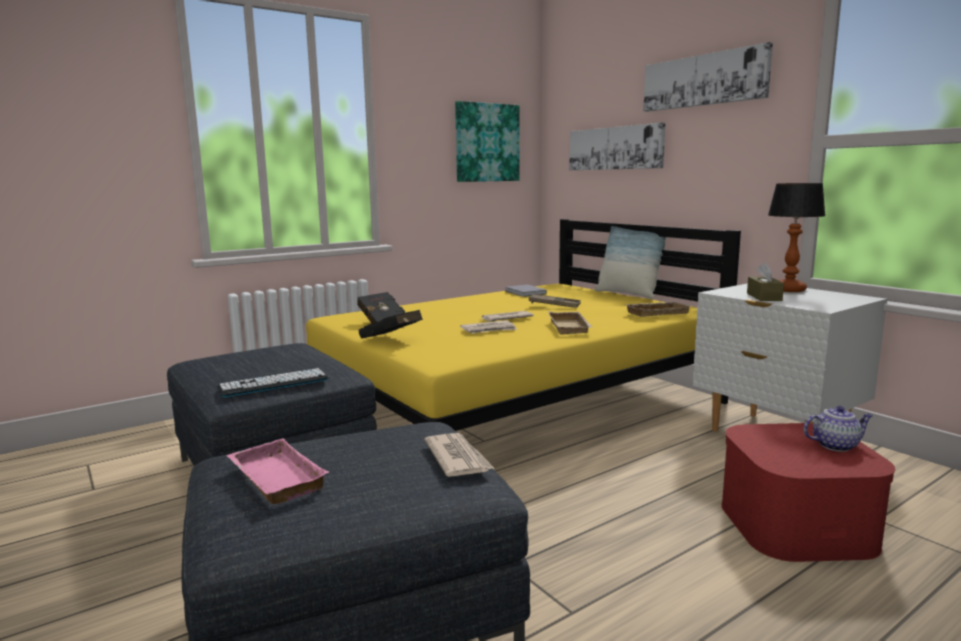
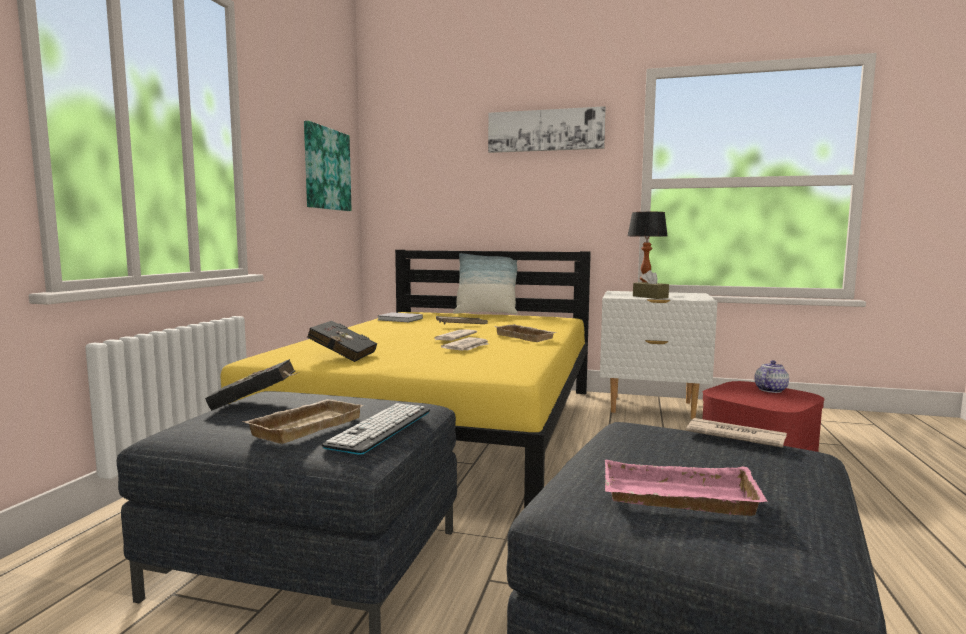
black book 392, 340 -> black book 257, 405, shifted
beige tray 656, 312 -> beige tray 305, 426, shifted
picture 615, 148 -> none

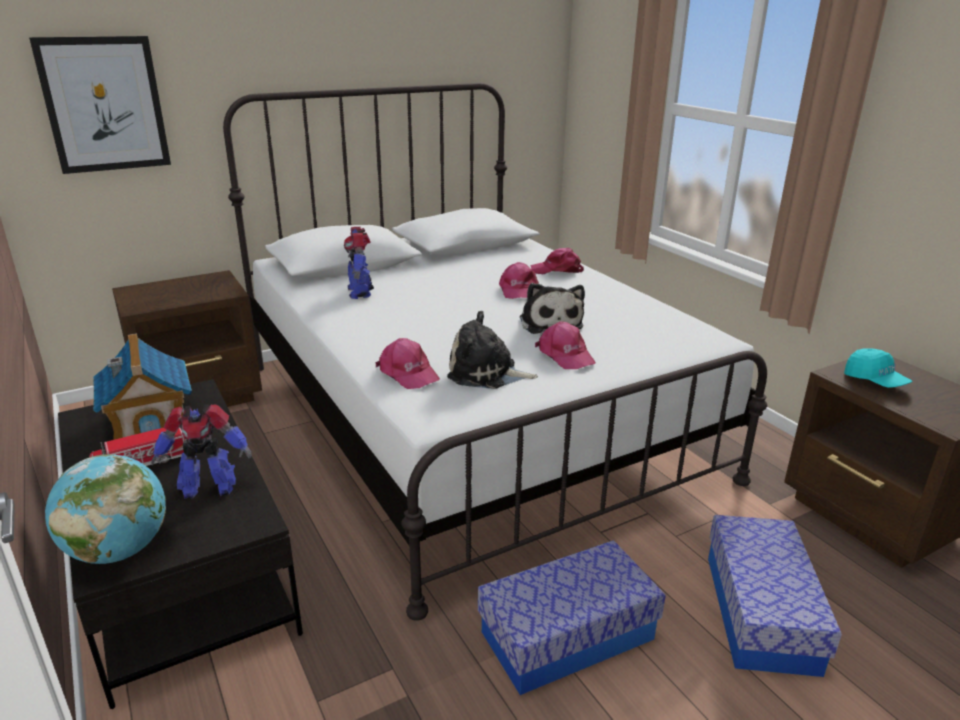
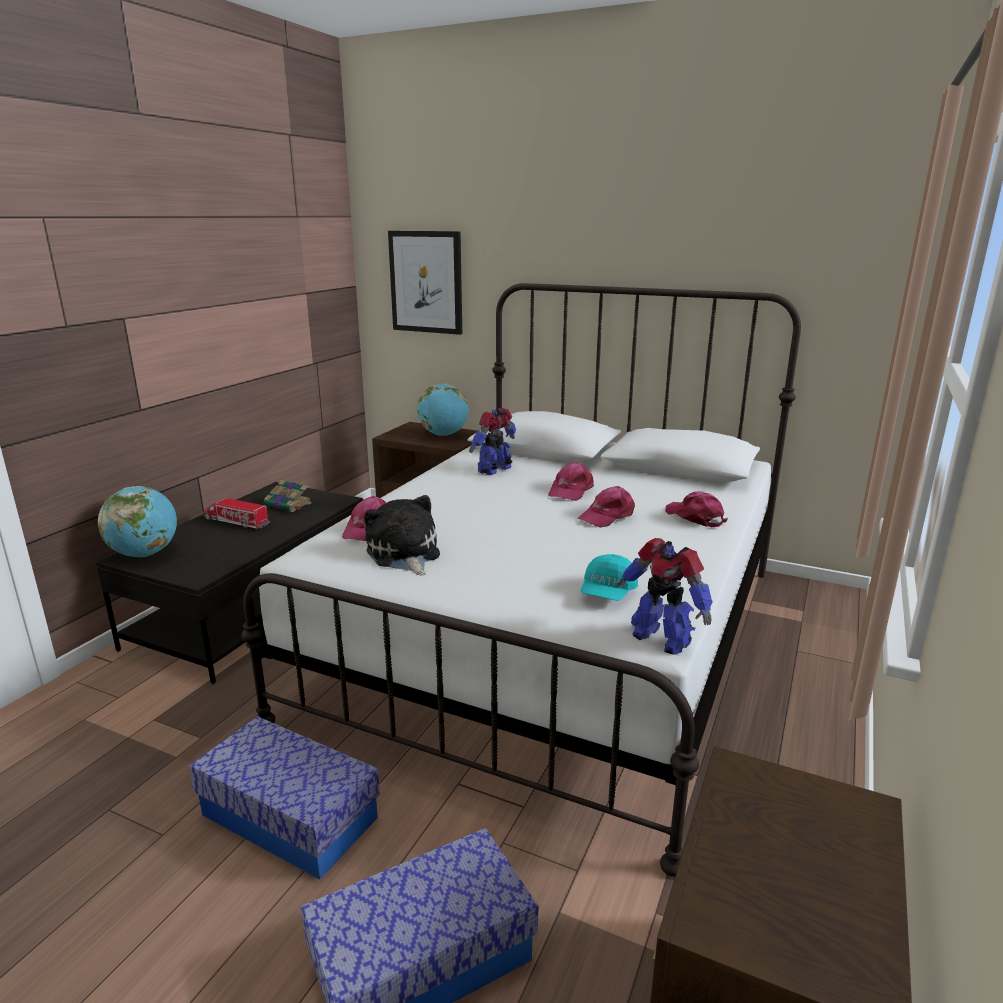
toy house 150, 421 -> book 289, 505
none -> globe 443, 435
pink cap 565, 355 -> pink cap 570, 490, shifted
turquoise cap 874, 381 -> turquoise cap 607, 593, shifted
toy robot 208, 487 -> toy robot 661, 638, shifted
plush toy 549, 322 -> none

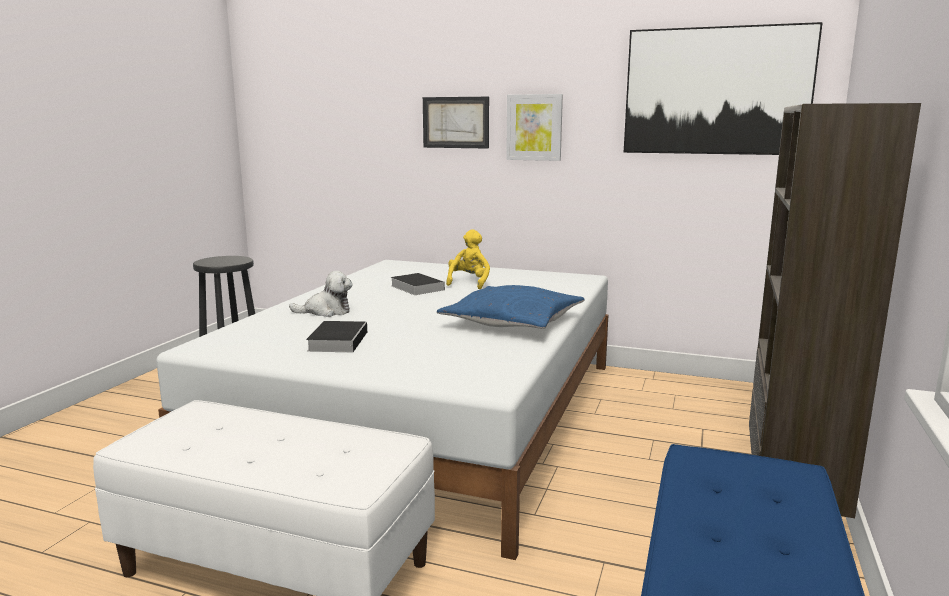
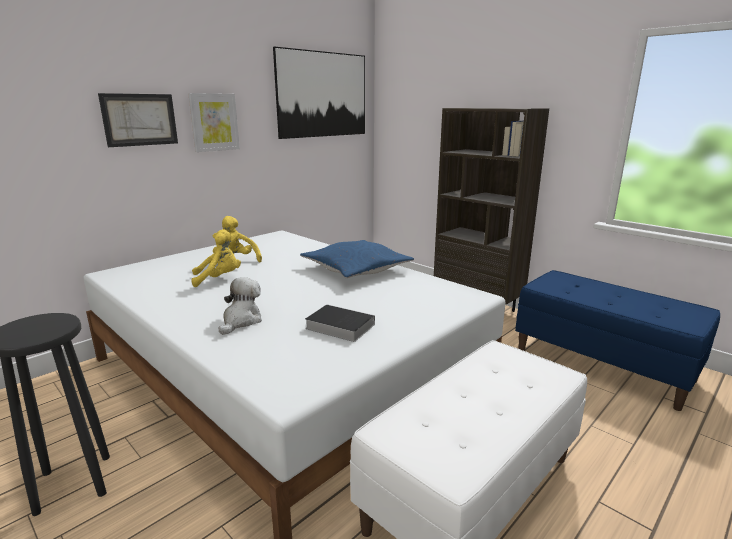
book 415, 287 -> yellow plush toy 218, 279

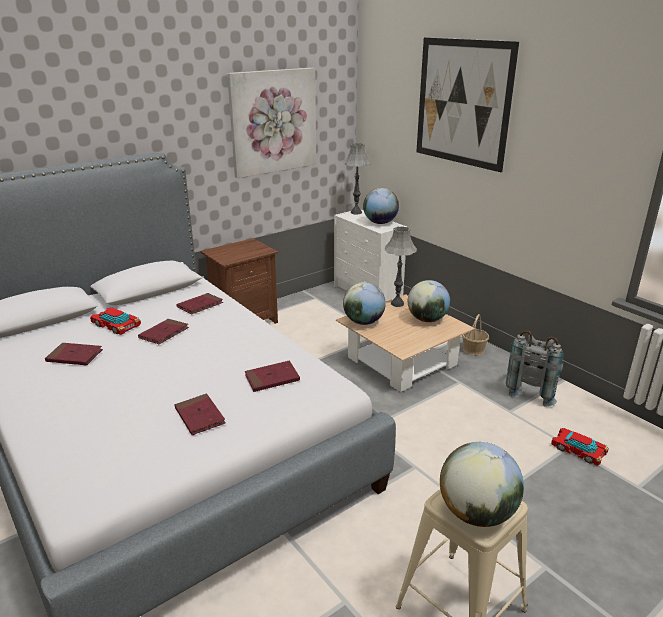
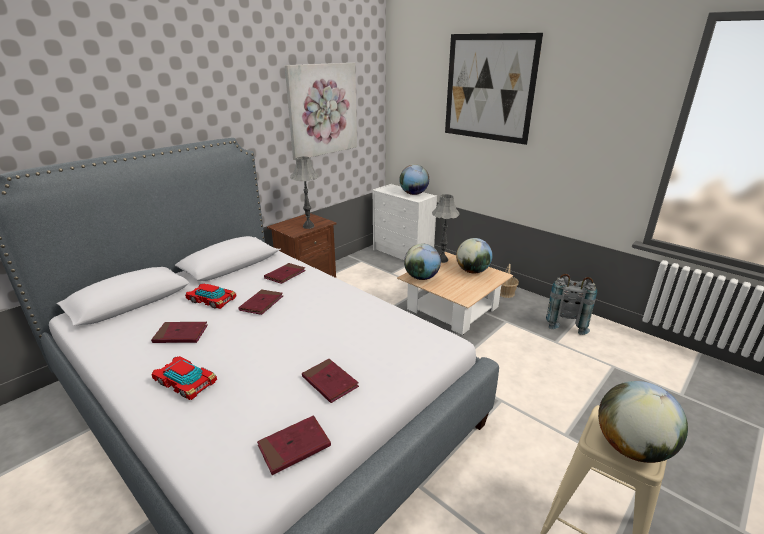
toy car 578, 450 -> toy car 185, 381, shifted
red book 272, 378 -> red book 294, 446, shifted
grey table lamp 356, 212 -> grey table lamp 308, 226, shifted

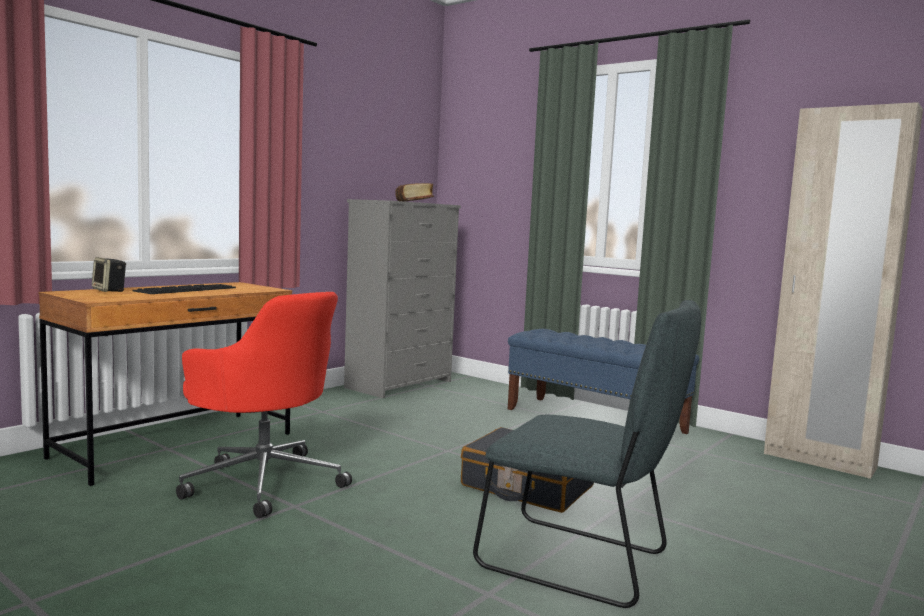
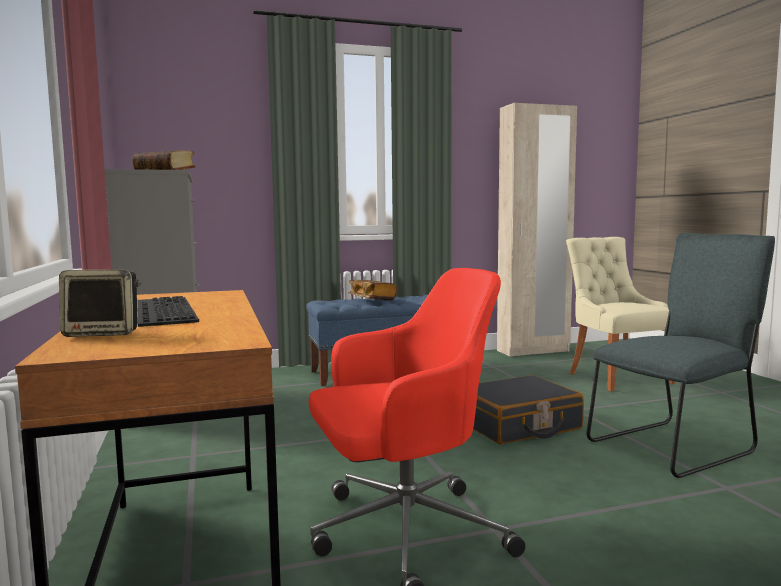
none -> book 372, 300
none -> beige chair 616, 377

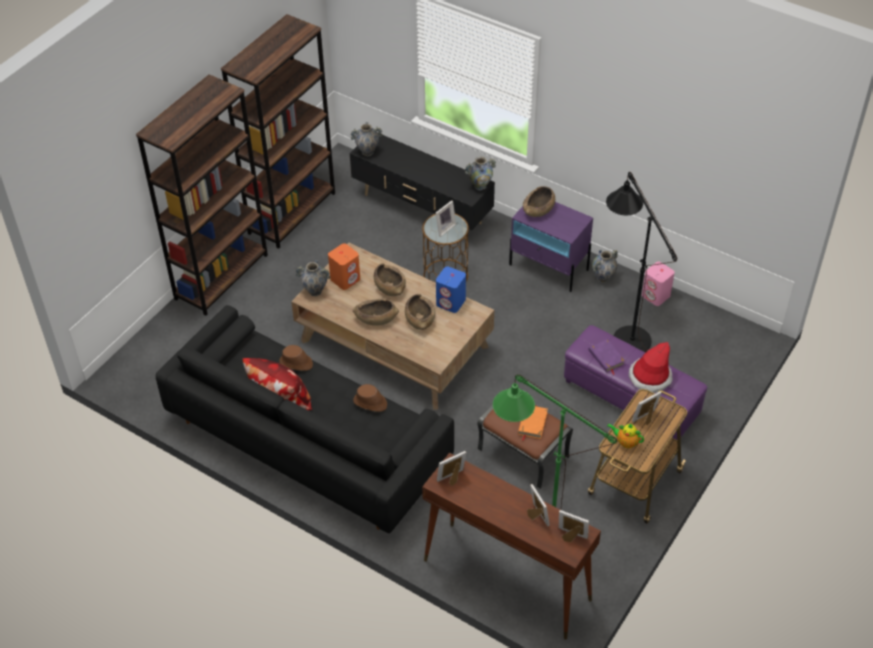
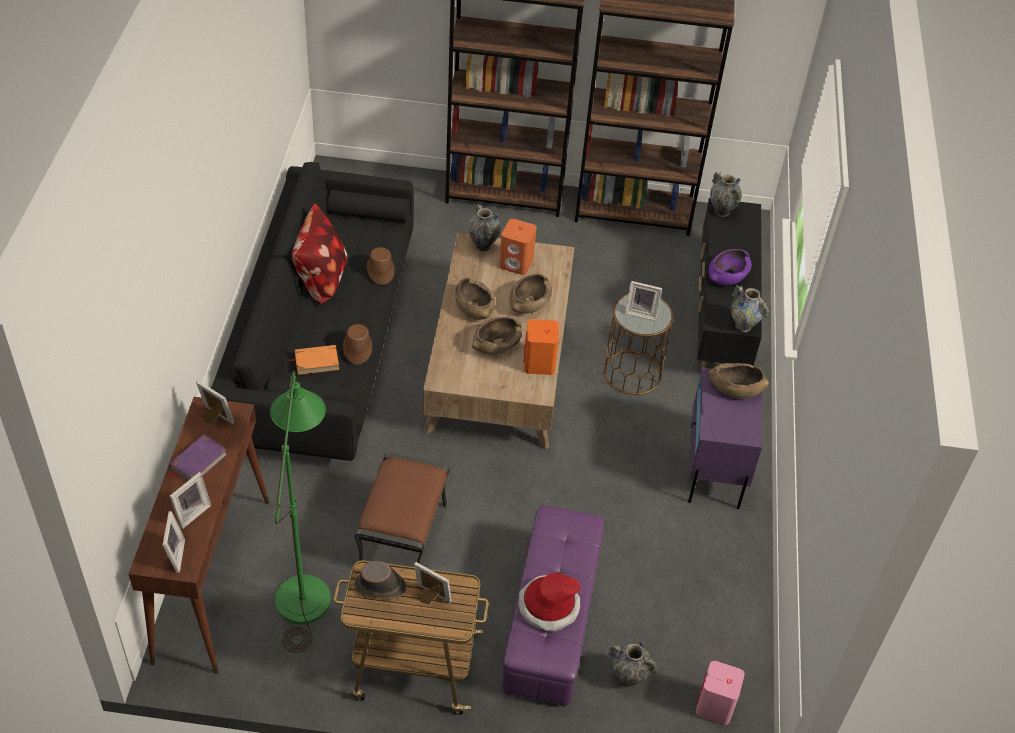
purple book 606, 358 -> purple book 198, 461, shifted
orange book 532, 423 -> orange book 316, 361, shifted
teapot 625, 442 -> brown hat 380, 587
blue speaker 451, 302 -> orange speaker 539, 363
vase 603, 278 -> vase 628, 678, shifted
pink speaker 656, 296 -> pink speaker 715, 706, shifted
none -> purple bowl 727, 276
black floor lamp 626, 334 -> none

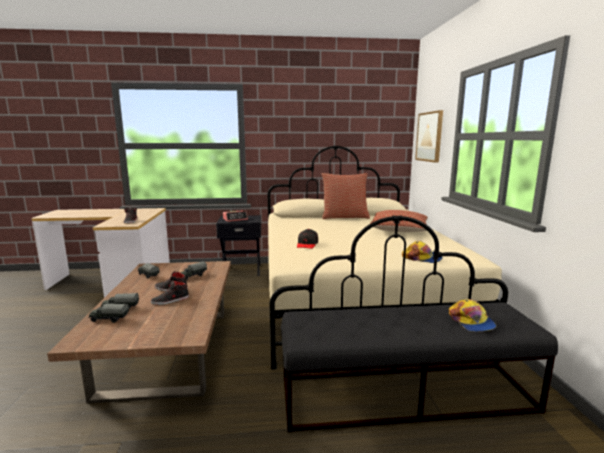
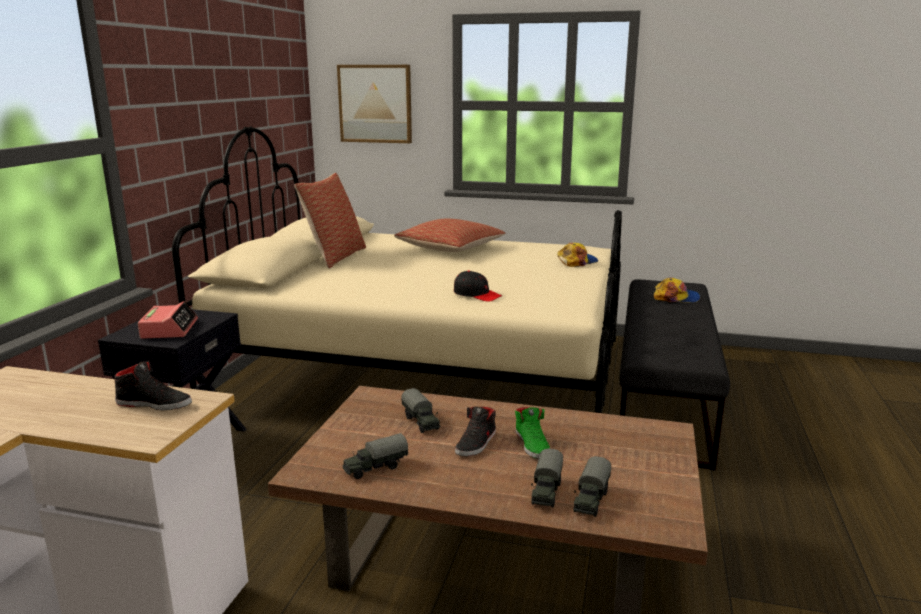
black shoe 170, 300 -> green shoe 532, 444

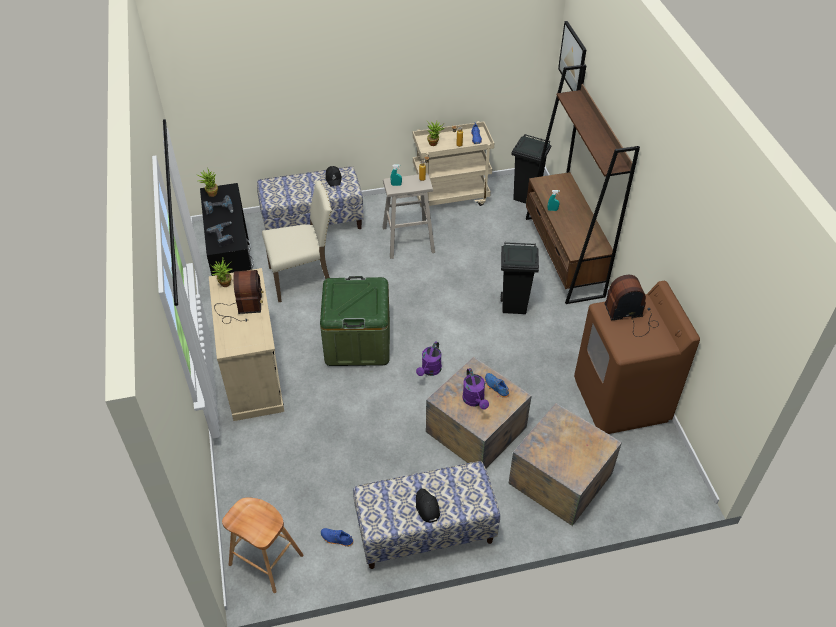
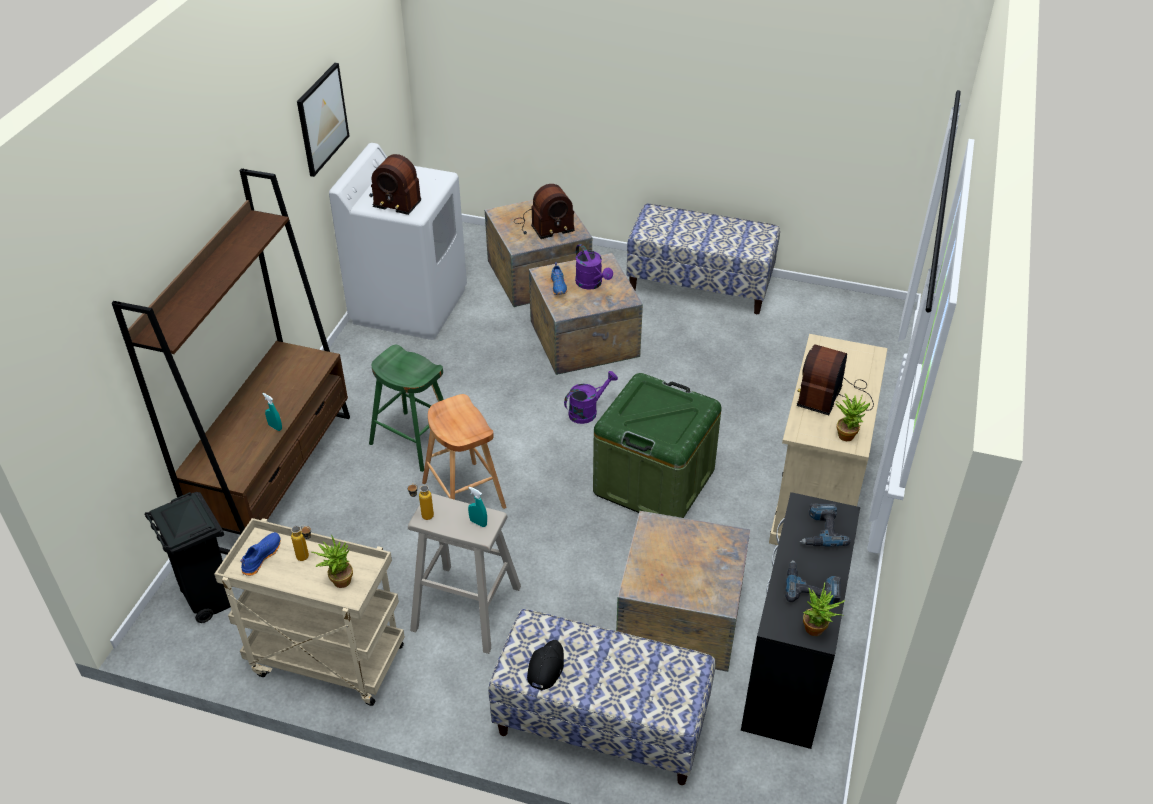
picture 573, 59 -> picture 322, 119, shifted
brown washing machine 621, 400 -> white washing machine 409, 305
black trash can 514, 306 -> green stool 414, 441
brown stool 265, 560 -> brown stool 464, 495, shifted
none -> radio 543, 225
purple watering can 475, 401 -> purple watering can 592, 284, 135 degrees clockwise
beige chair 303, 278 -> crate 679, 614
blue shoe 336, 539 -> none
black cap 427, 507 -> none

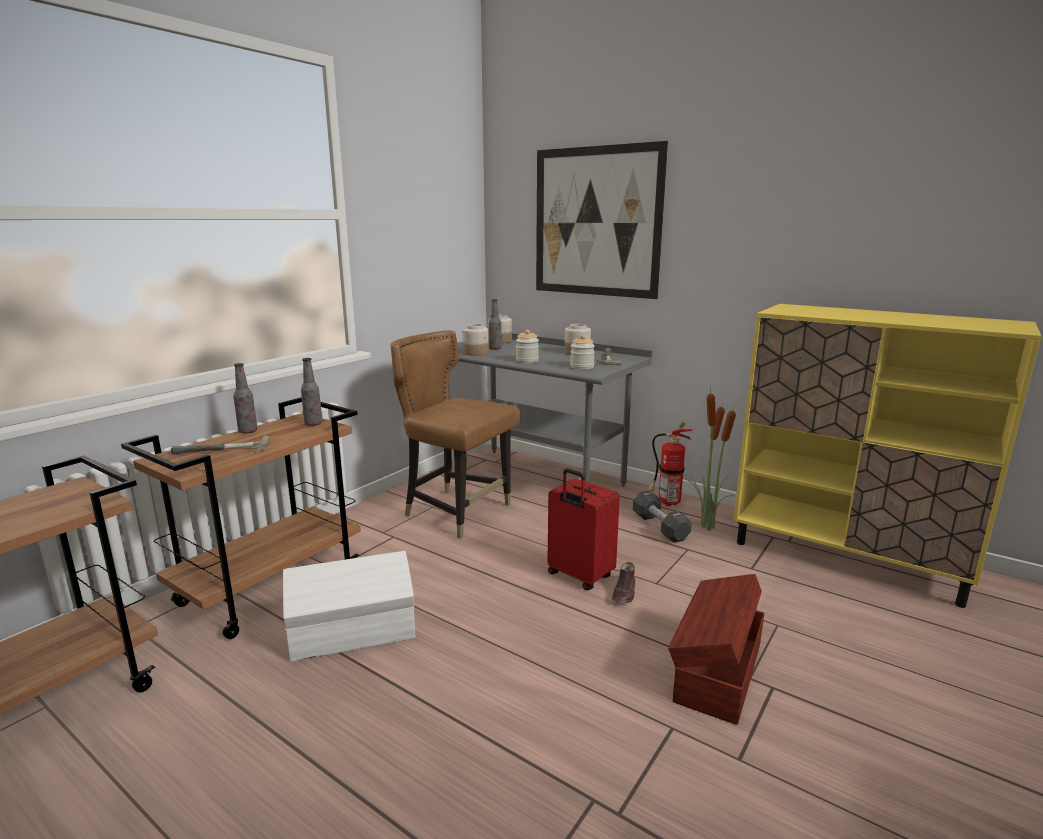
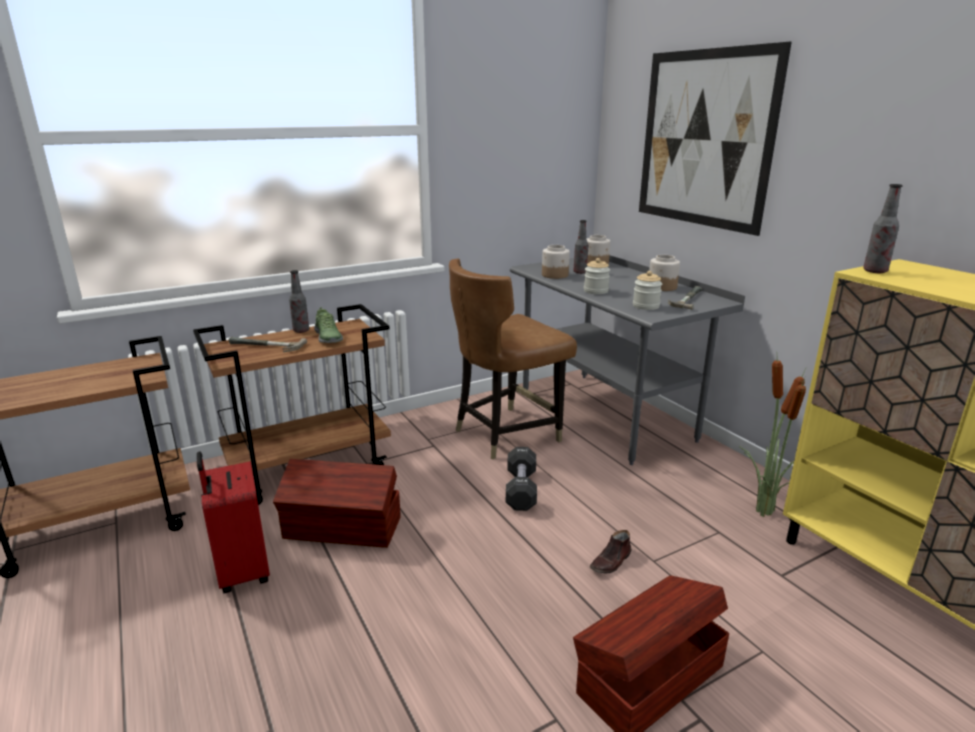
red suitcase 579, 576 -> red suitcase 242, 572, shifted
white storage box 354, 634 -> brown storage box 343, 529
none -> shoe 328, 337
brown chair 457, 512 -> brown chair 505, 433, 90 degrees counterclockwise
black dumbbell 660, 527 -> black dumbbell 521, 489, shifted
bottle 313, 424 -> bottle 875, 271, shifted
fire extinguisher 666, 503 -> none

